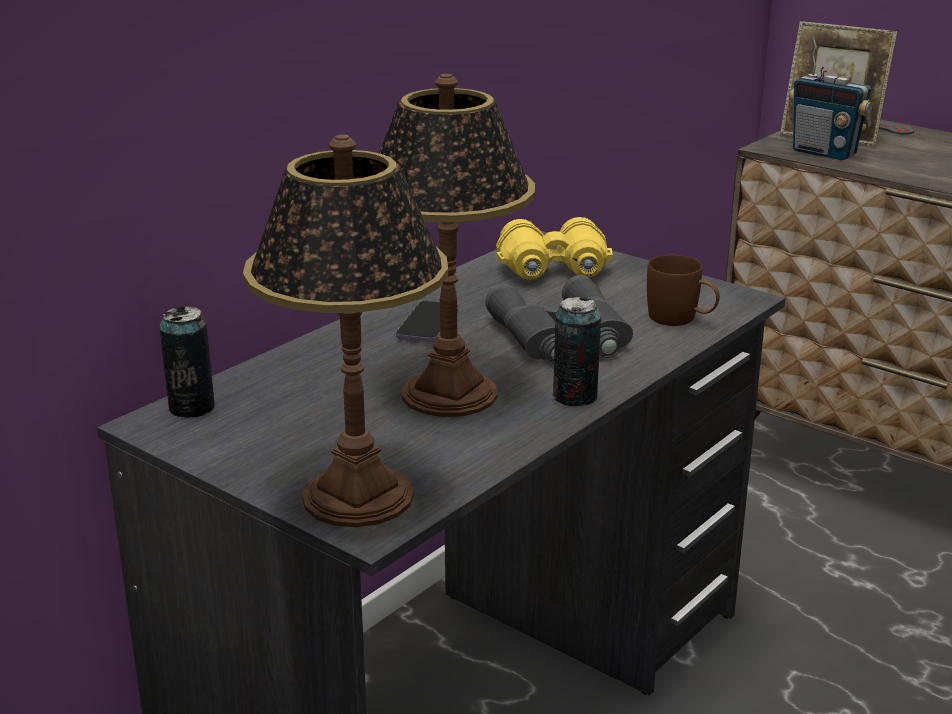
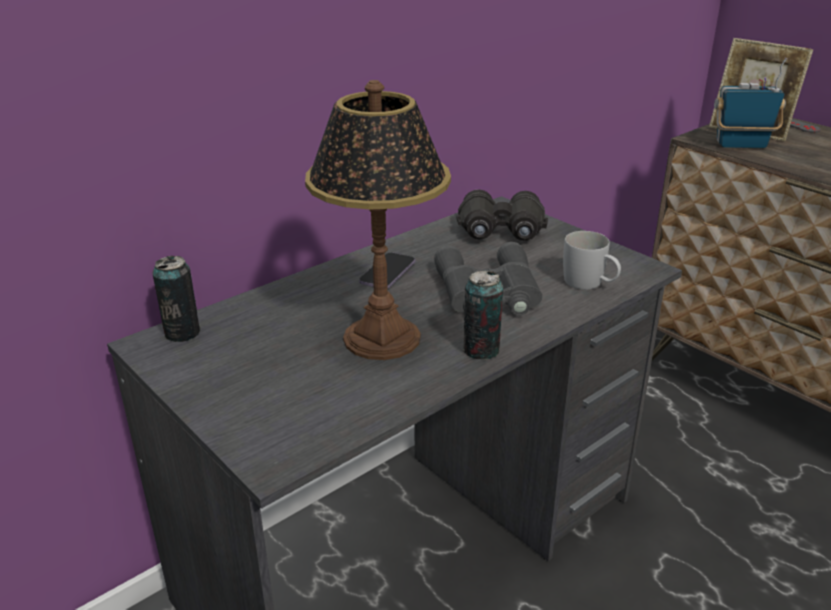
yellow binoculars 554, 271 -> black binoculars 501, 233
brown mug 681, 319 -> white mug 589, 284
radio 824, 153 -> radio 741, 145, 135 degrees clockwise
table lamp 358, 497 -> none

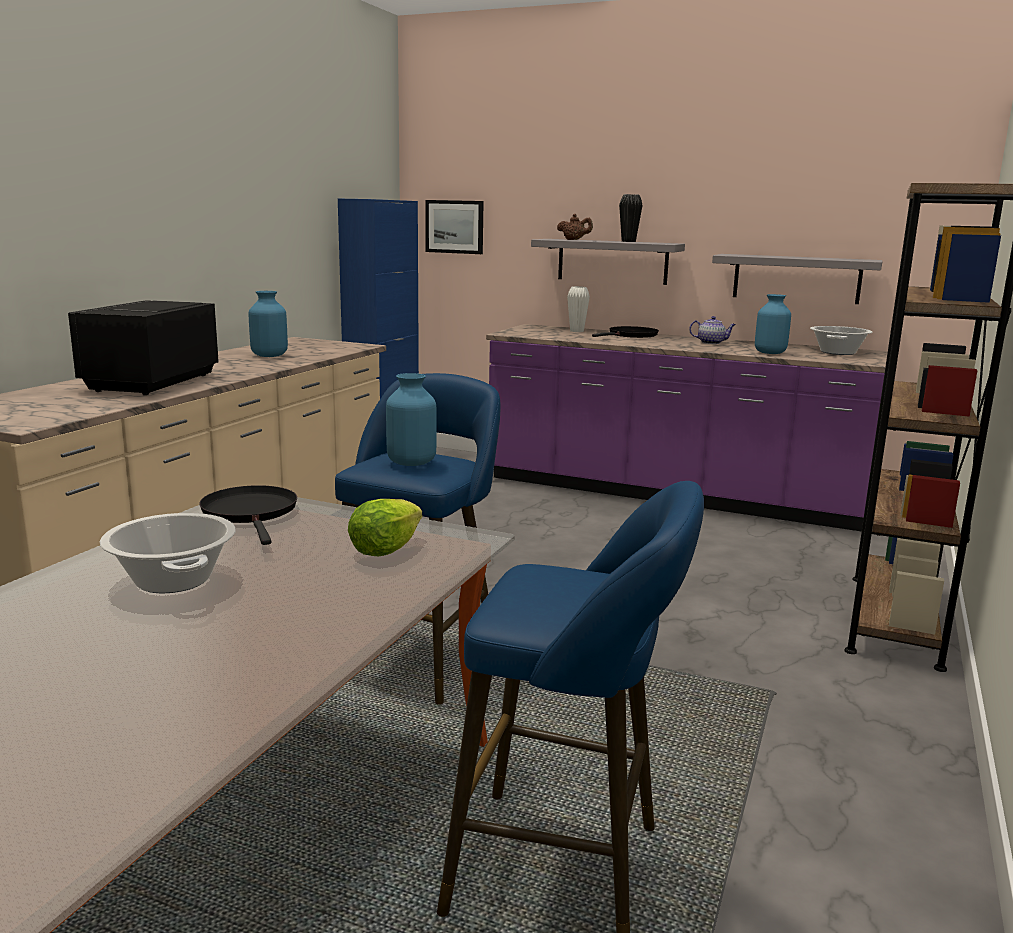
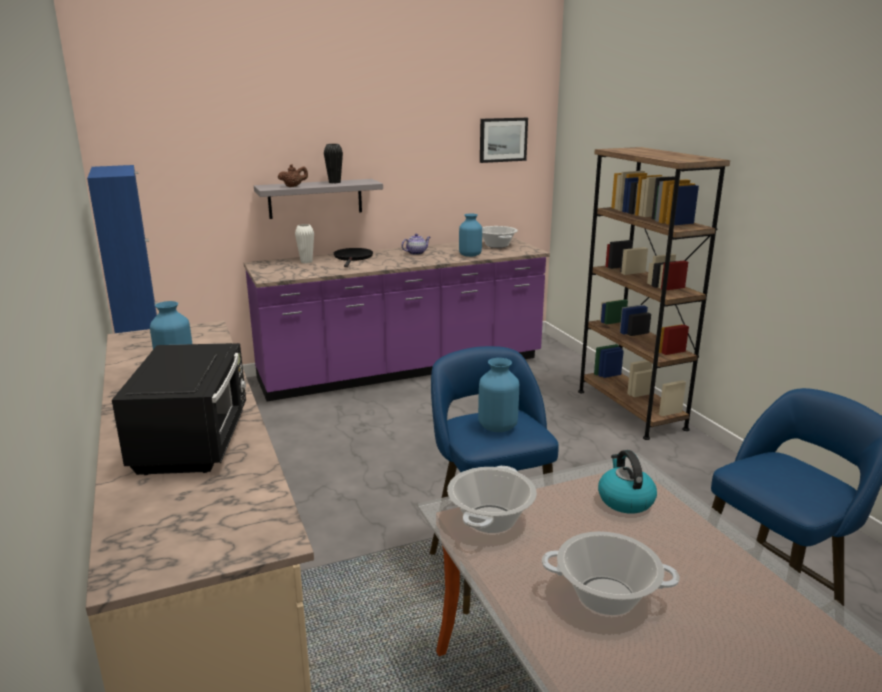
black microwave 150, 383 -> black microwave 194, 442, 150 degrees counterclockwise
black frying pan 251, 513 -> cooking pot 490, 519
picture 454, 227 -> picture 503, 140, shifted
lettuce 384, 549 -> kettle 625, 500
grey shelf 796, 278 -> none

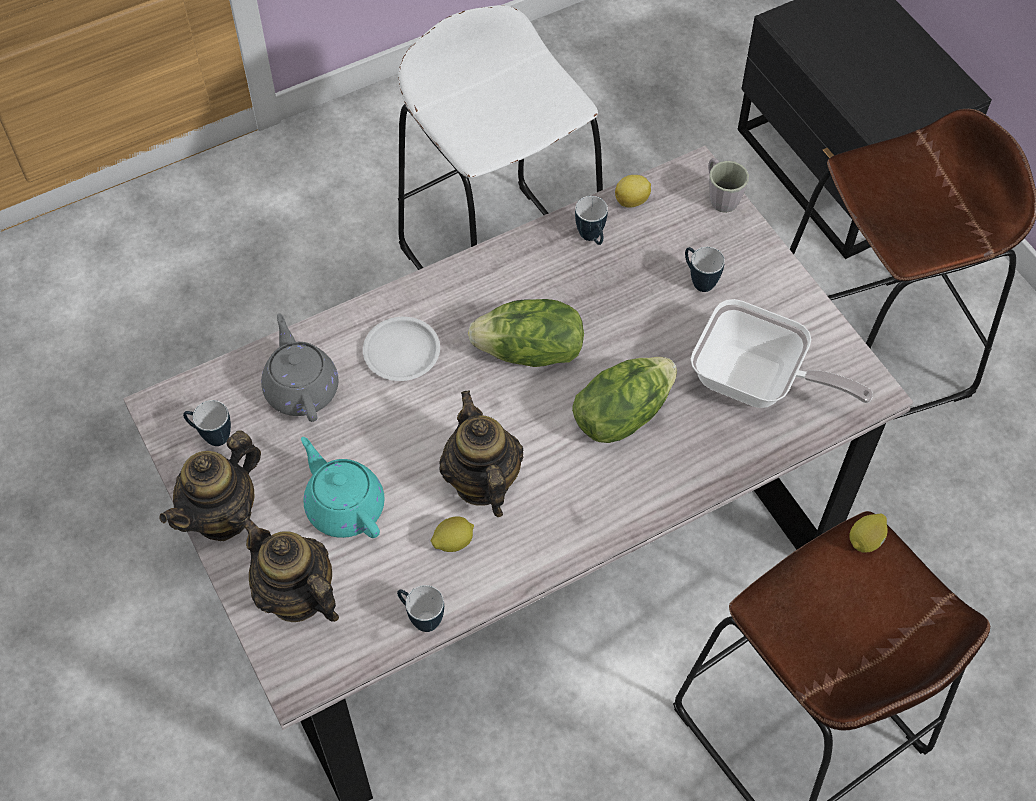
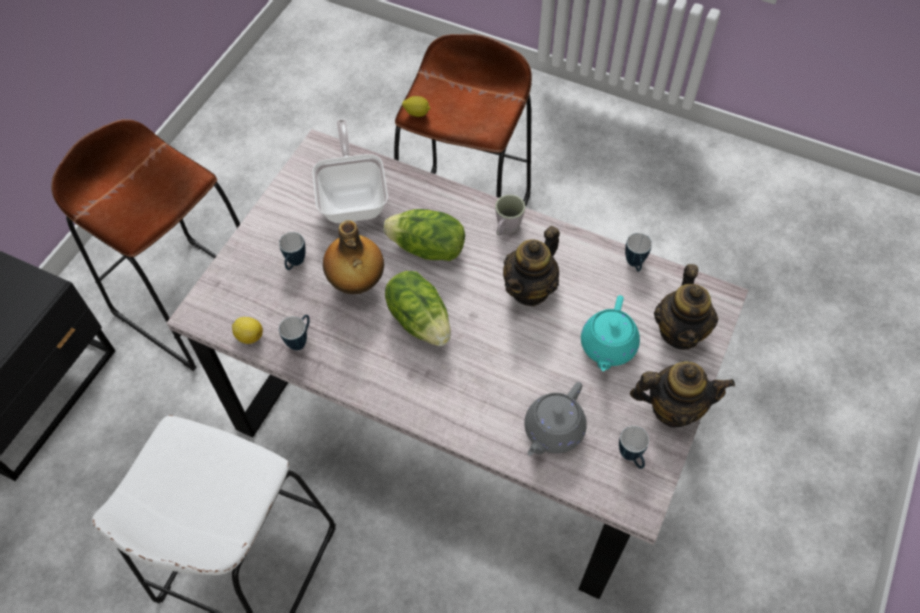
none -> bottle 356, 283
grey mug 720, 196 -> grey mug 506, 228, shifted
white plate 401, 353 -> none
lemon 453, 542 -> none

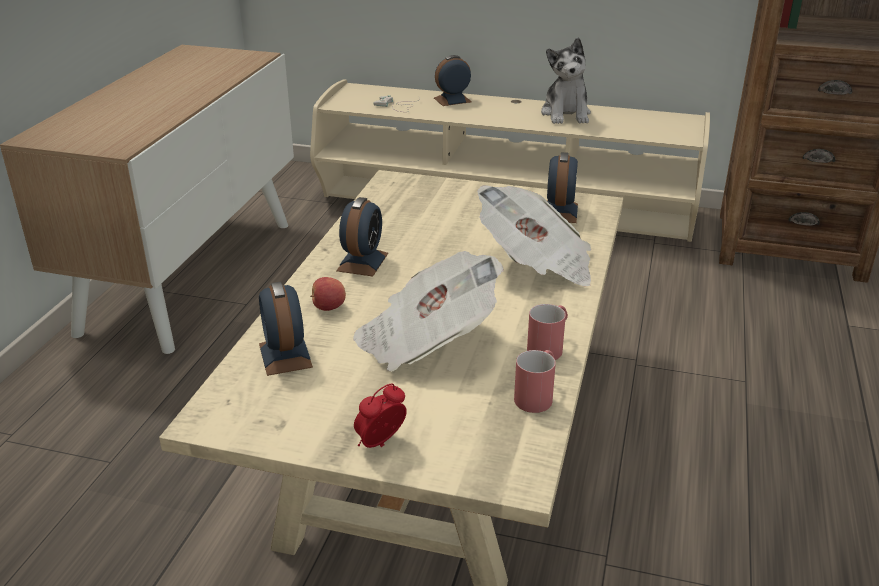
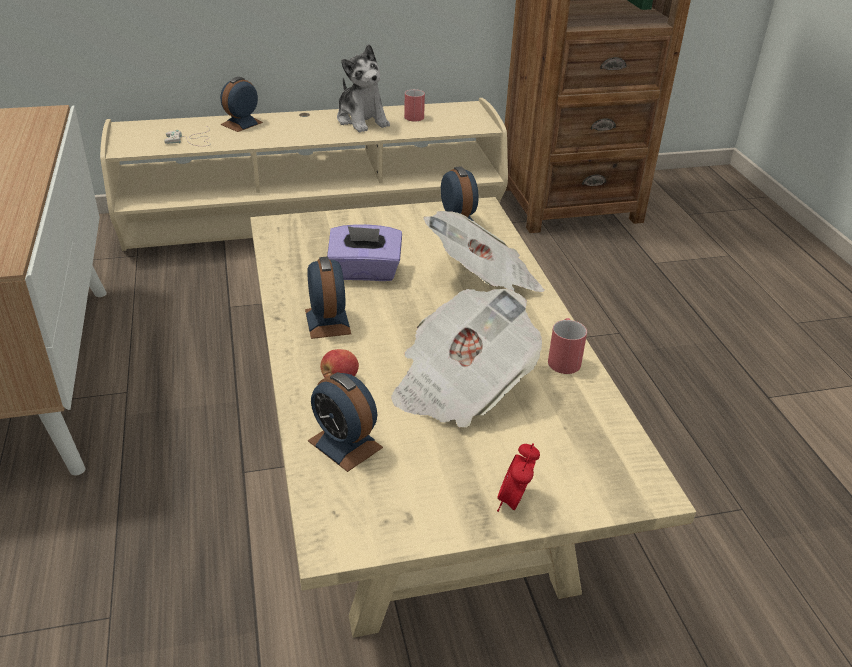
none -> purple tissue box 365, 272
red mug 537, 395 -> red mug 414, 115, shifted

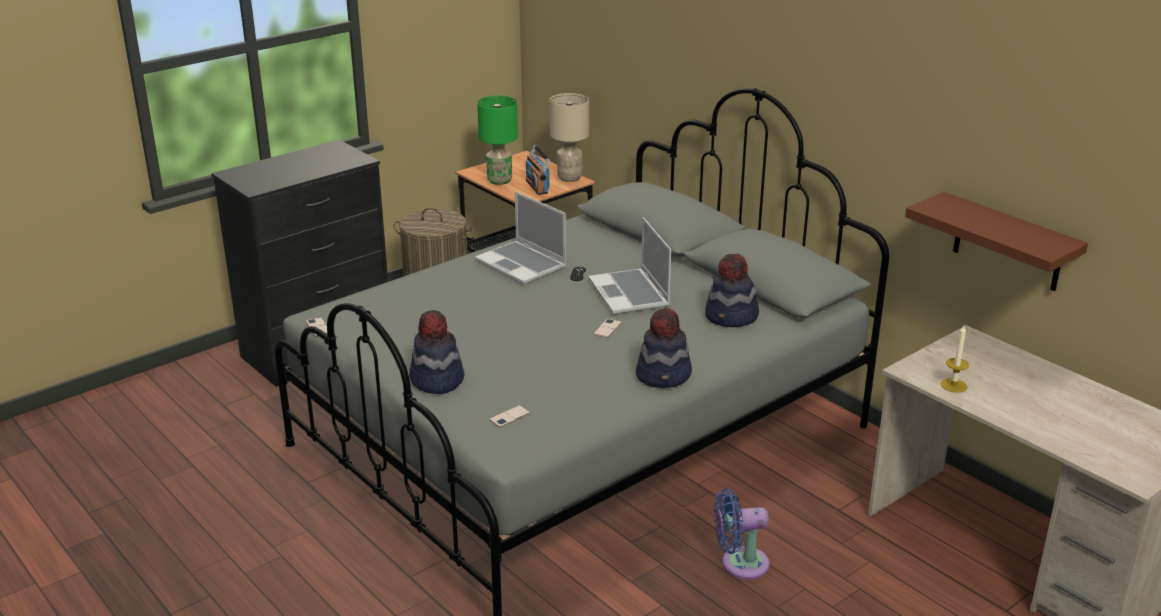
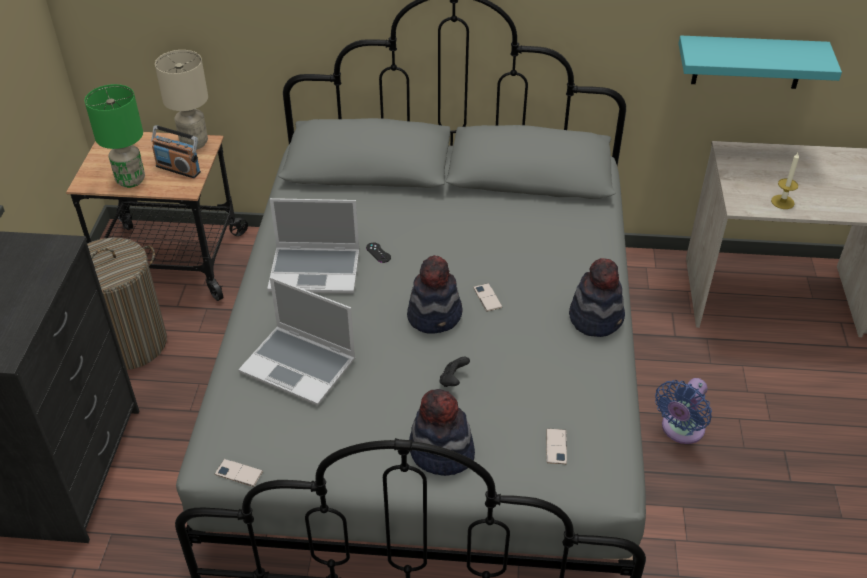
laptop 630, 294 -> laptop 300, 366, shifted
hat 731, 317 -> hat 435, 315, shifted
none -> black game controller 453, 380
brown shelf 1008, 243 -> turquoise shelf 748, 62

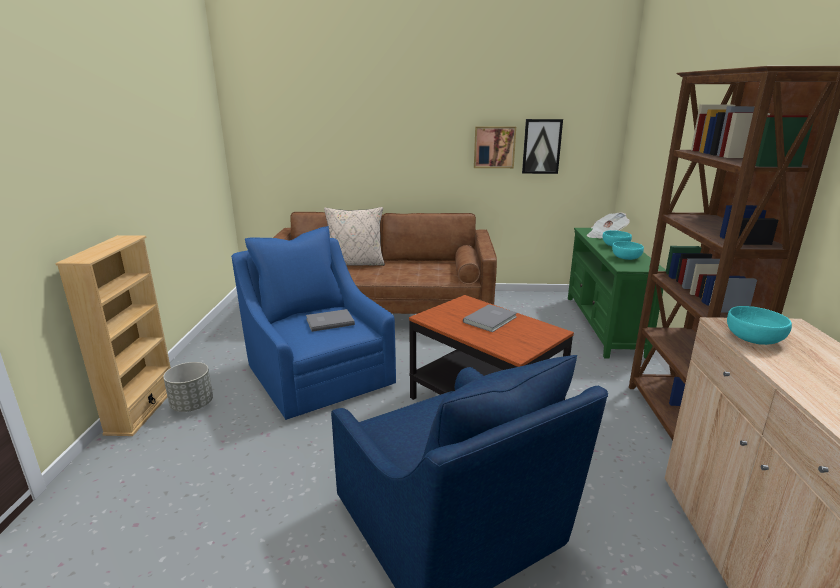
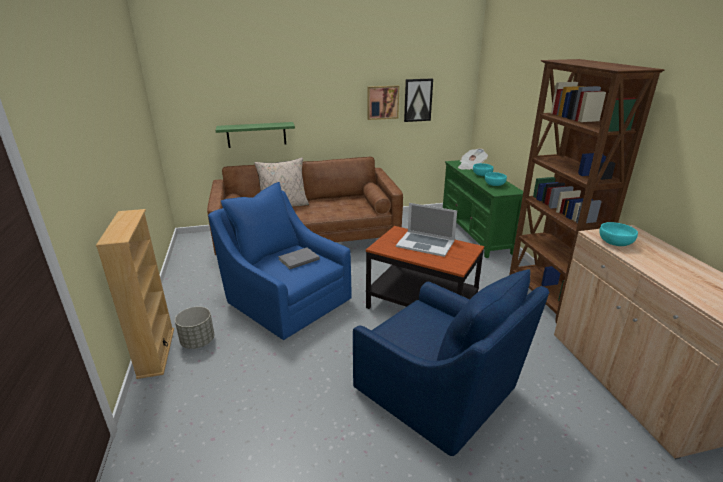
none -> green shelf 256, 135
grey book 491, 319 -> laptop 425, 243

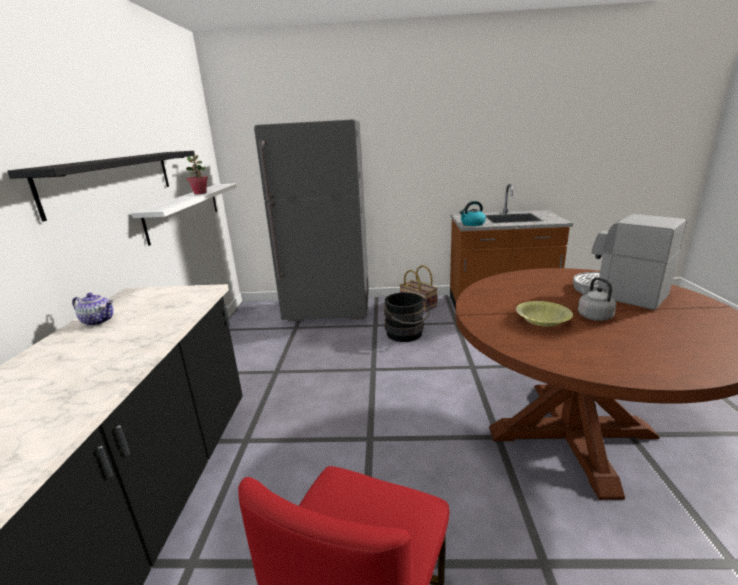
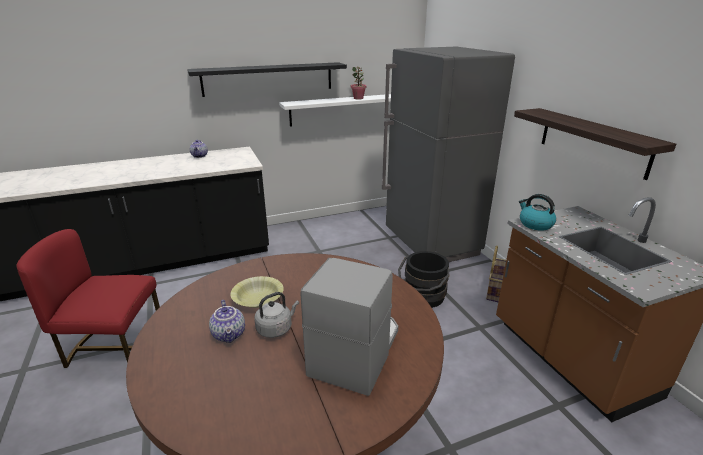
none -> teapot 230, 334
none -> shelf 593, 141

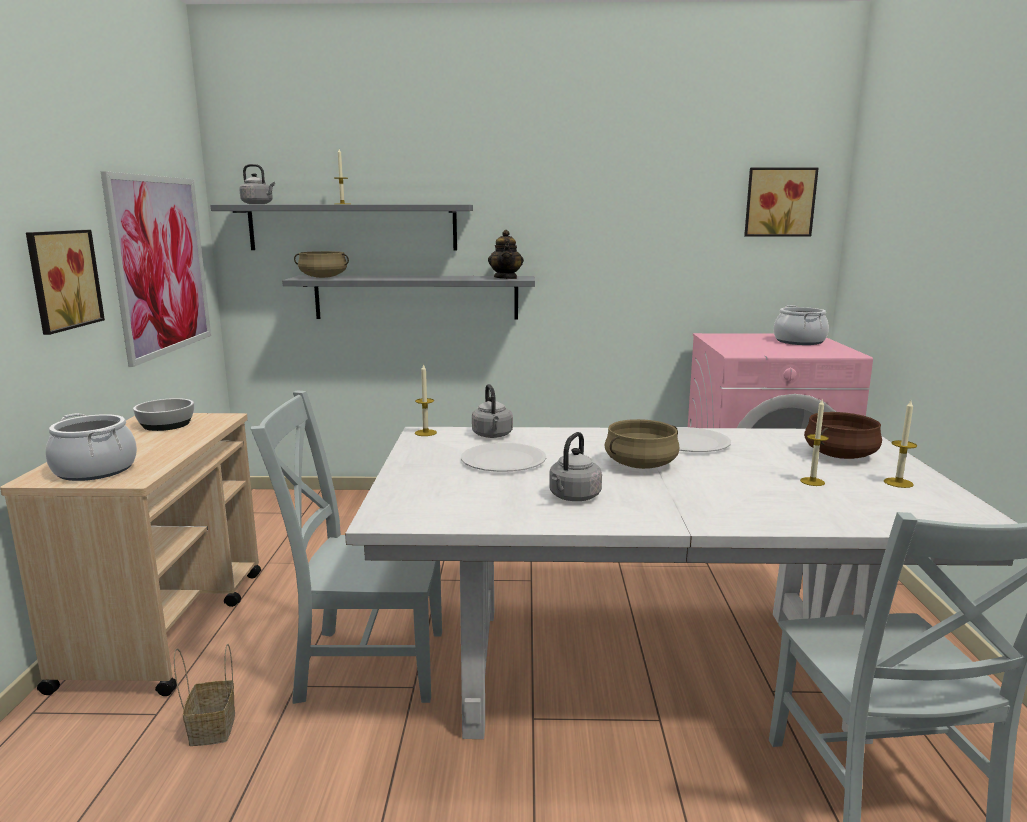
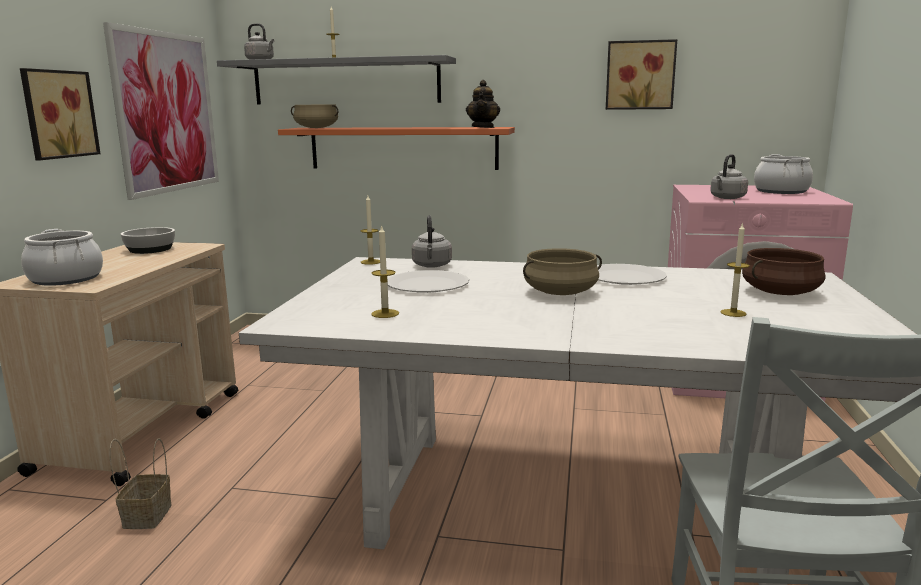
grey shelf 416, 297 -> orange shelf 403, 148
candle 898, 483 -> candle 385, 313, shifted
picture 779, 202 -> picture 640, 75, shifted
grey kettle 573, 497 -> grey kettle 727, 198, shifted
grey chair 365, 664 -> none

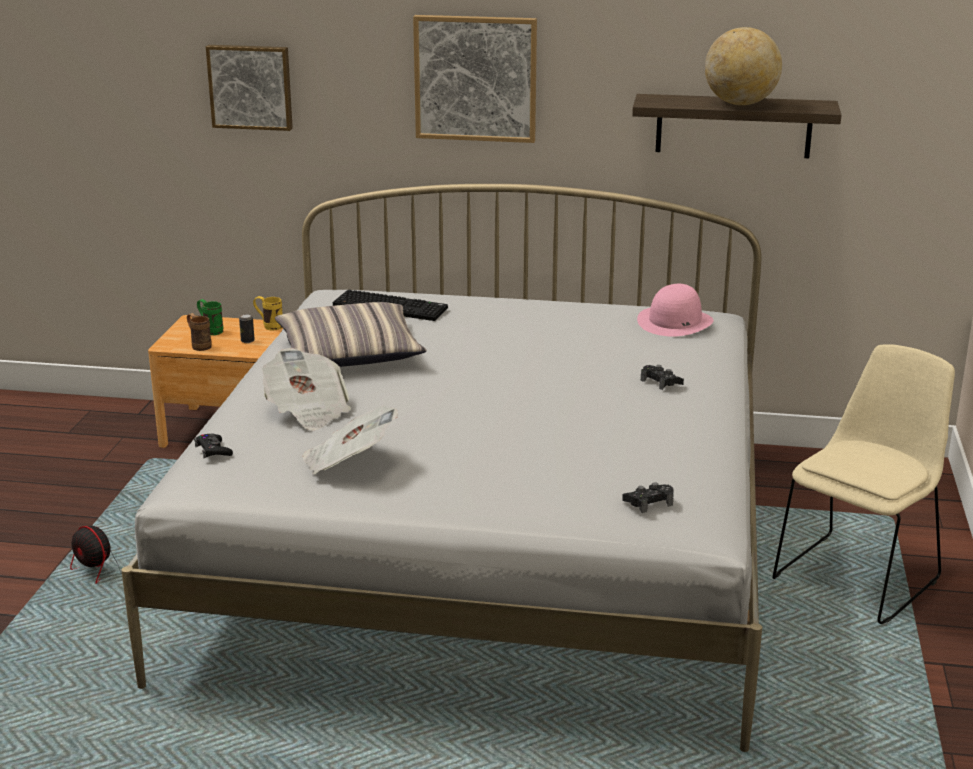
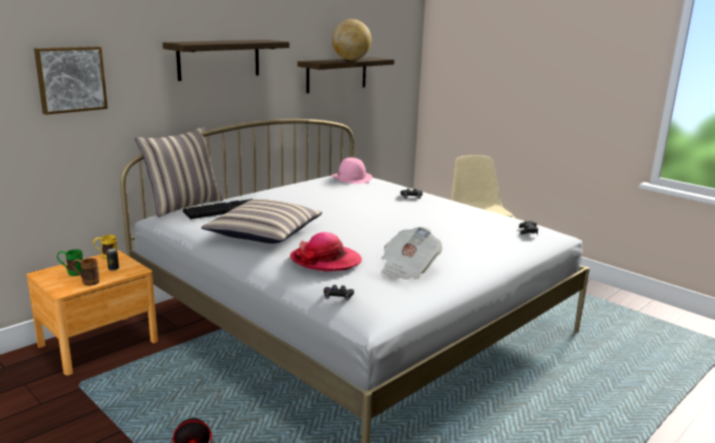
none -> pillow 183, 205
picture 475, 78 -> shelf 219, 59
newspaper 307, 411 -> hat 325, 261

